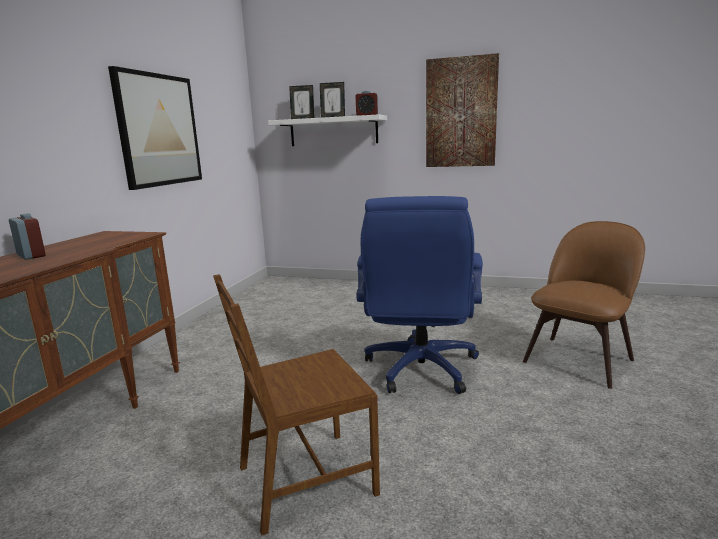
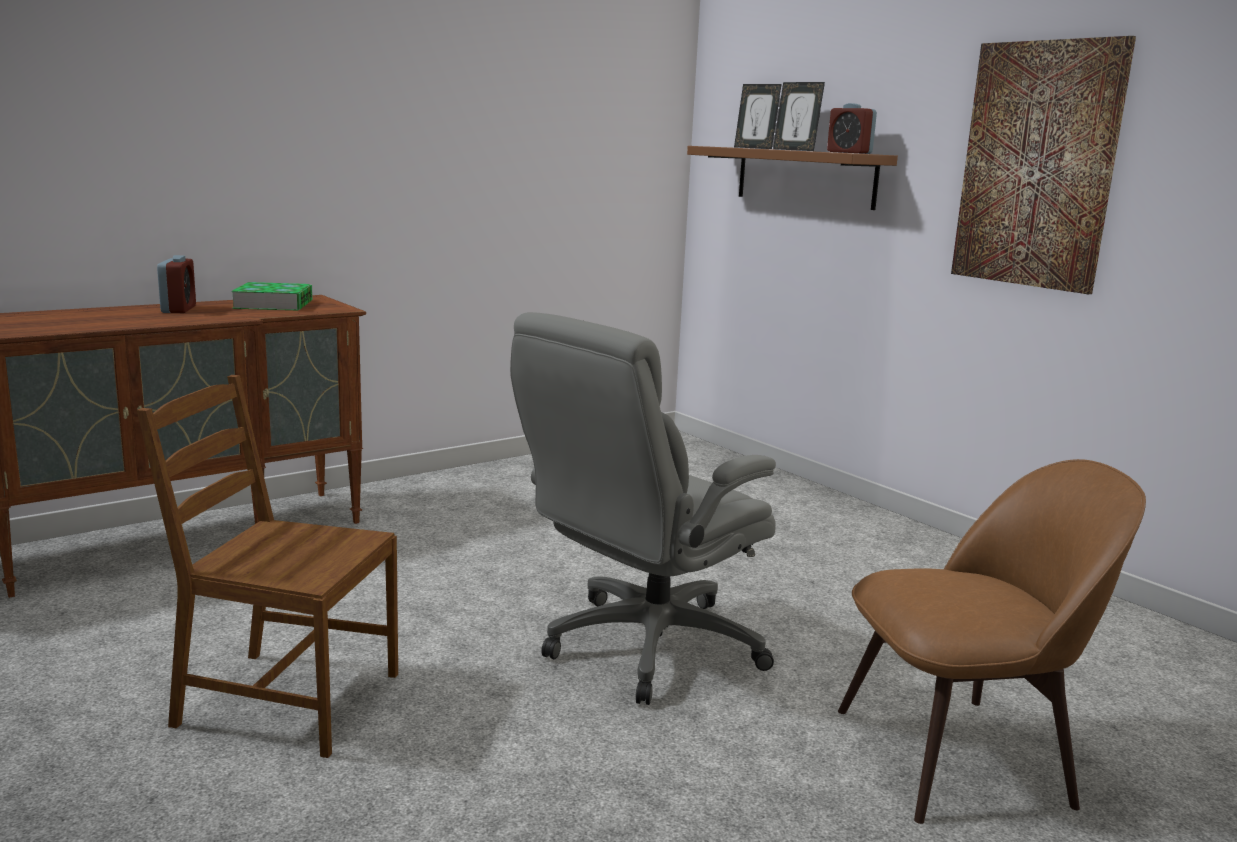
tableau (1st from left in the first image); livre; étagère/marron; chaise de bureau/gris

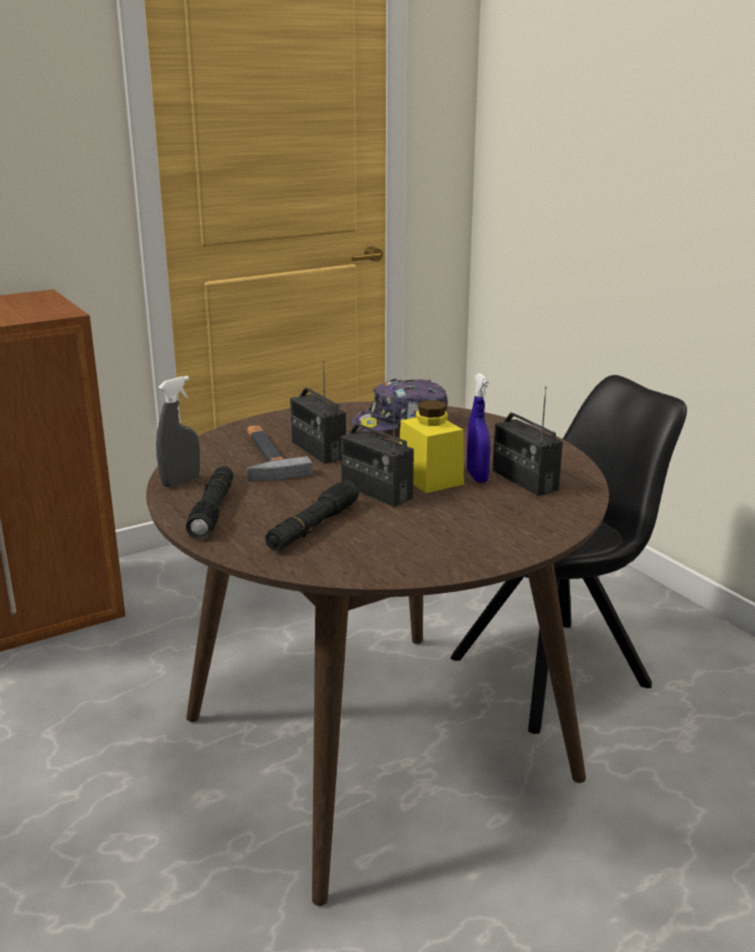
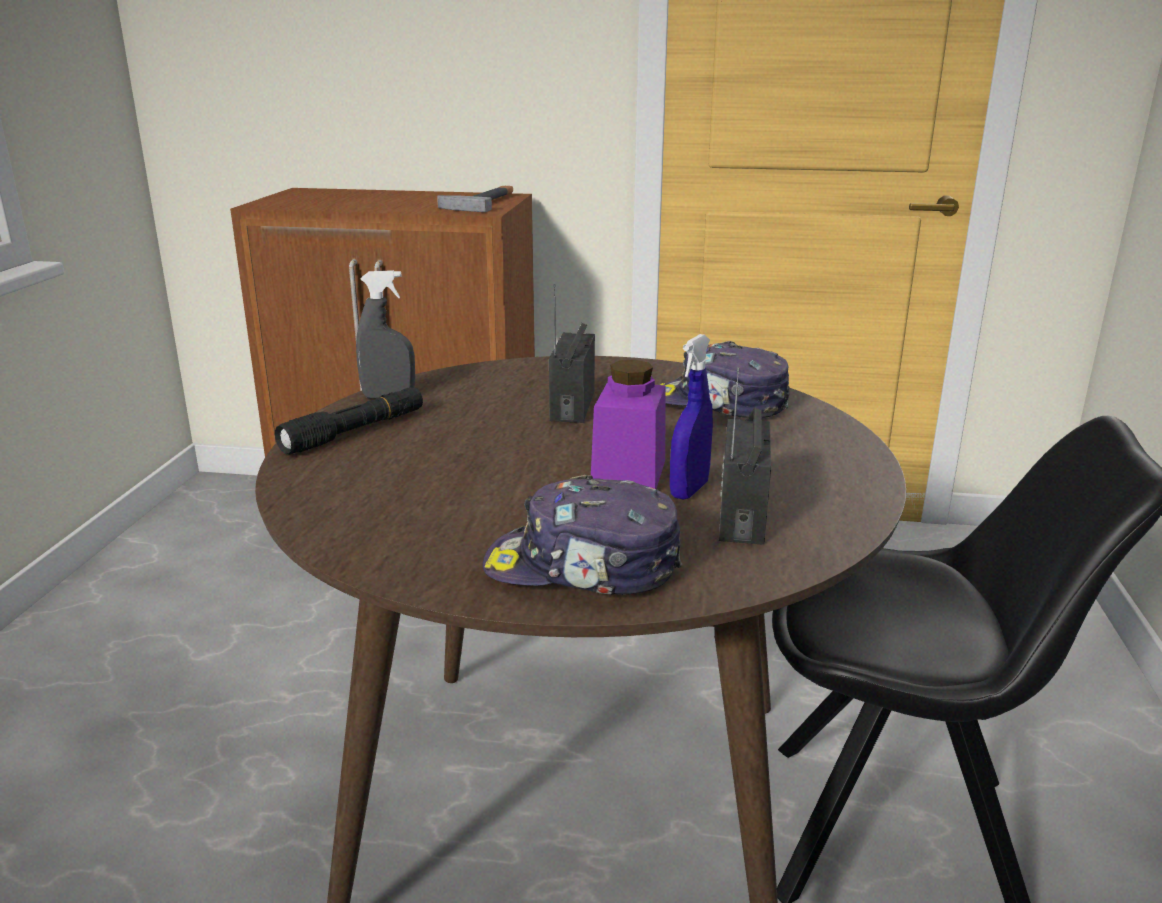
lampe de poche/noir (2nd from left in the first image); radio (2nd from left in the first image); casquette (1st from left); marteau; bocal/violet

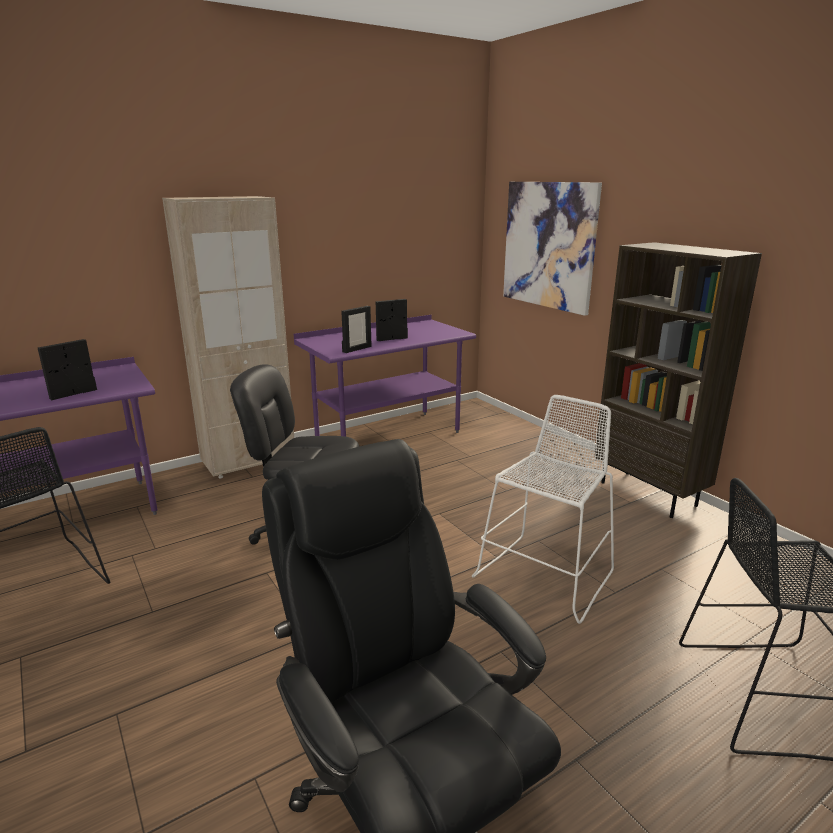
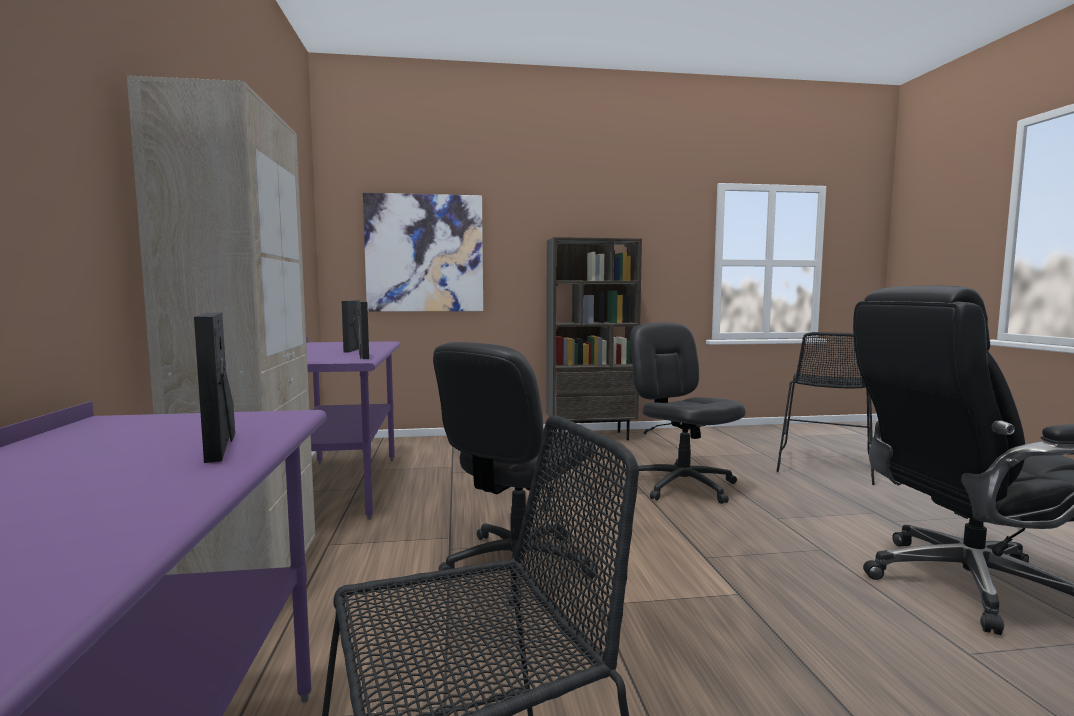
chaise de bureau/noir (2nd from left)

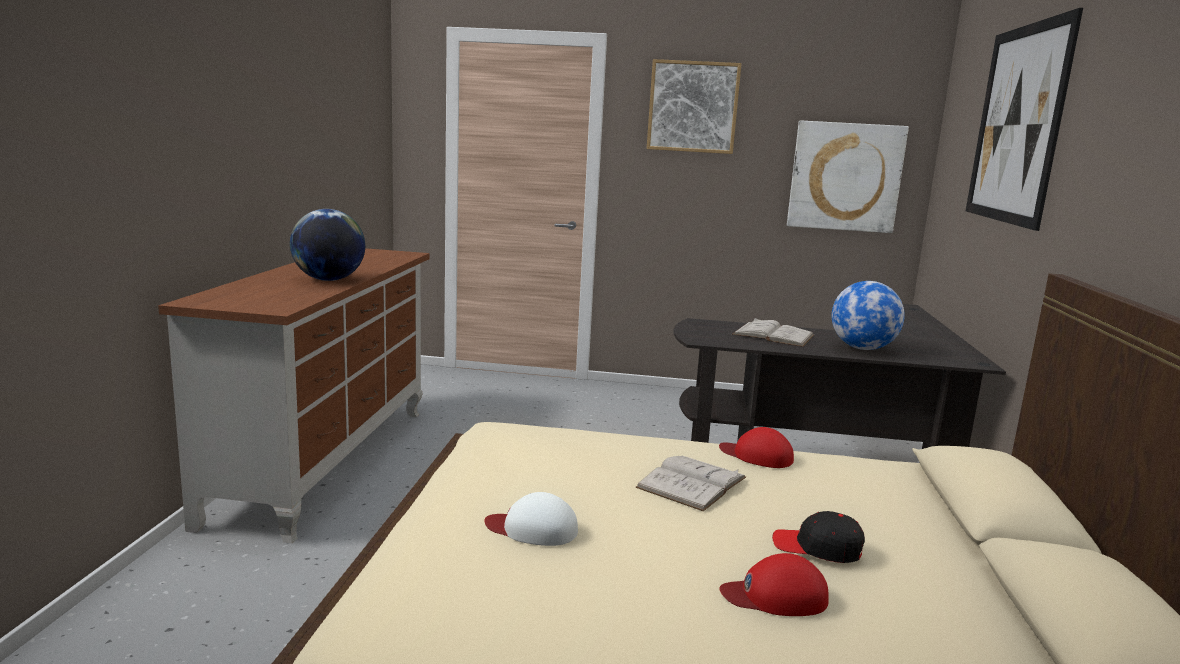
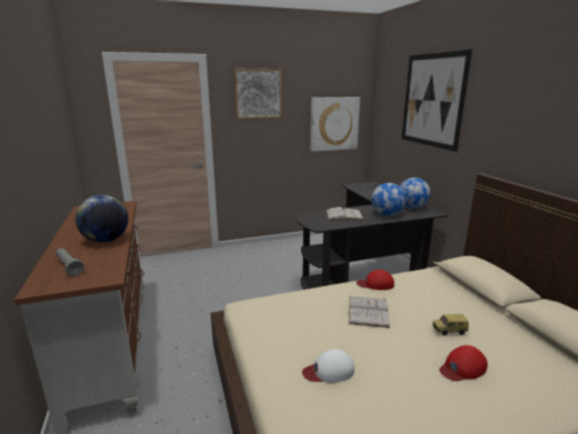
lampe de poche/gris; globe (3rd from left); petite voiture

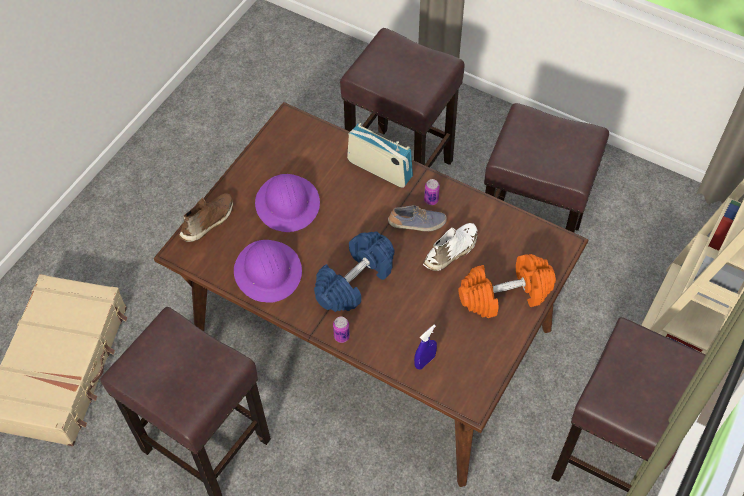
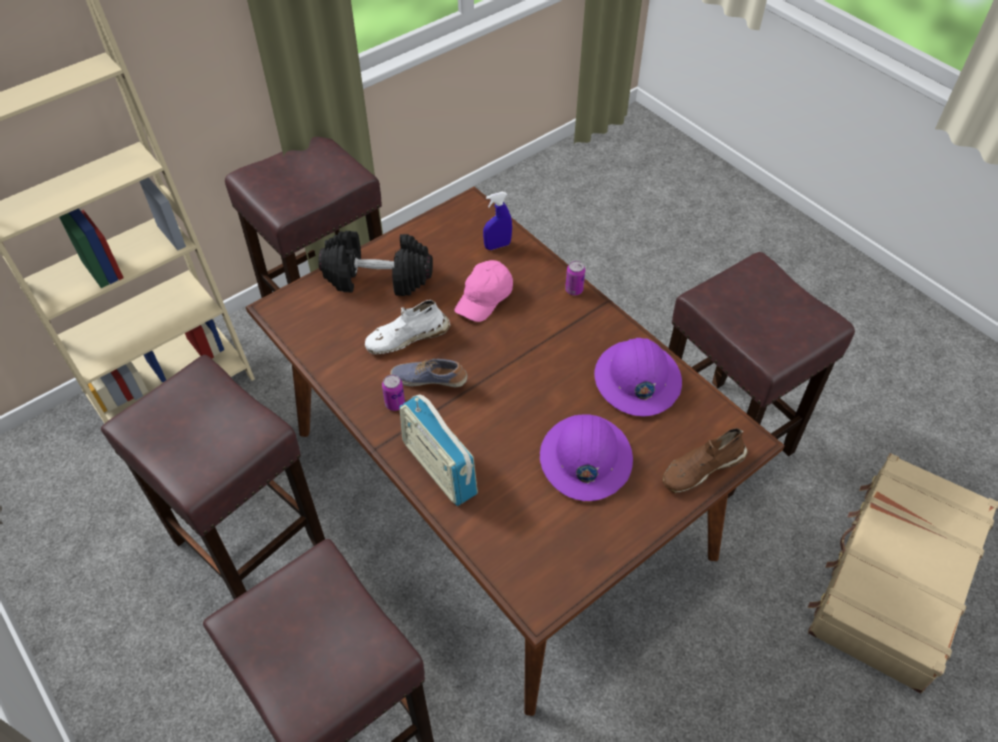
haltère/bleu; casquette/rose; haltère/noir

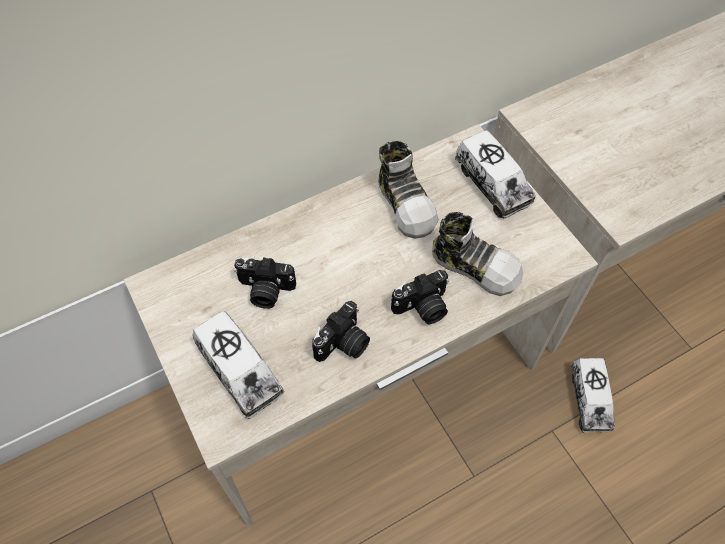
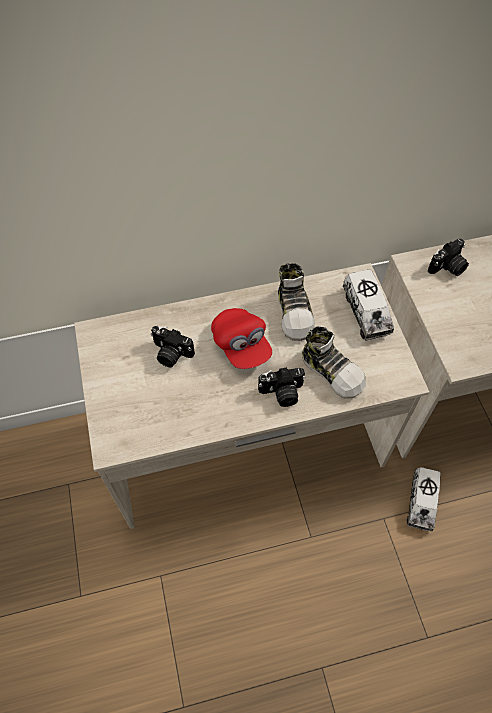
camion jouet (1st from left in the first image); casquette/rouge; appareil photo (3rd from left)

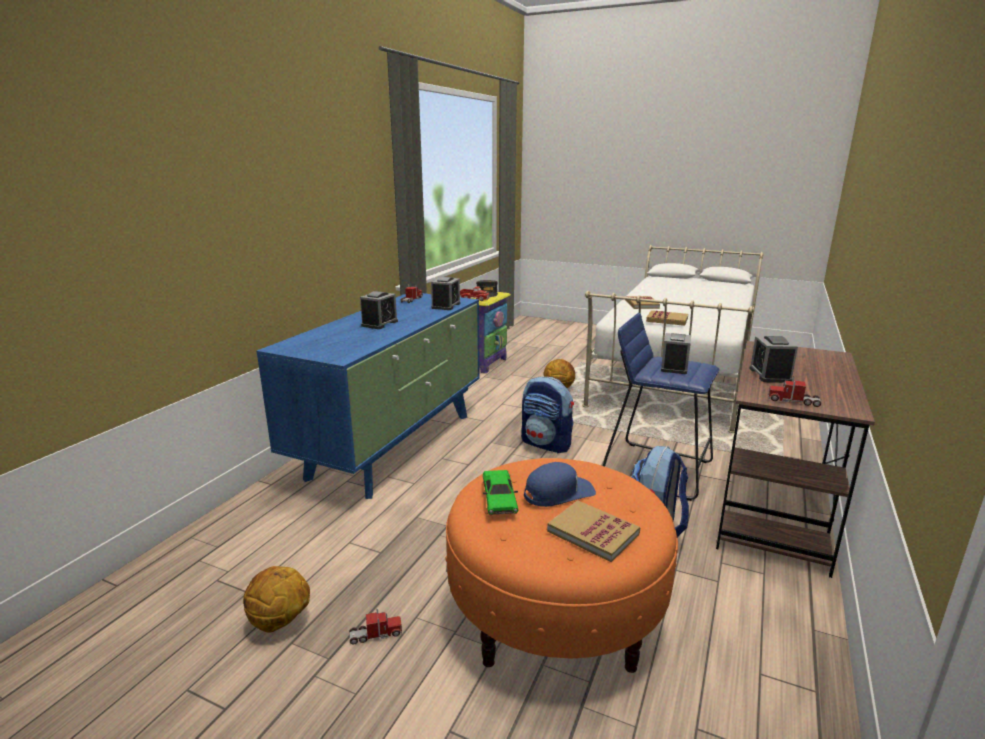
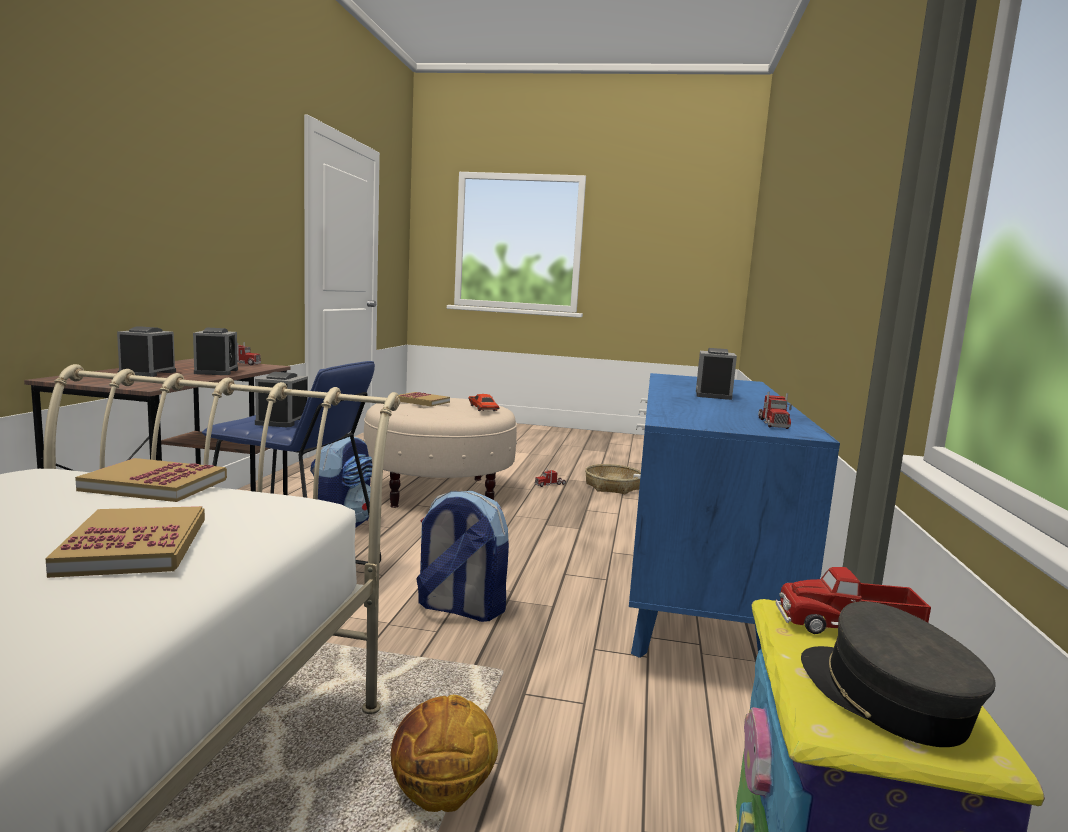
casquette/bleu; réveil (1st from left); panier; pouf/beige; petite voiture/rouge

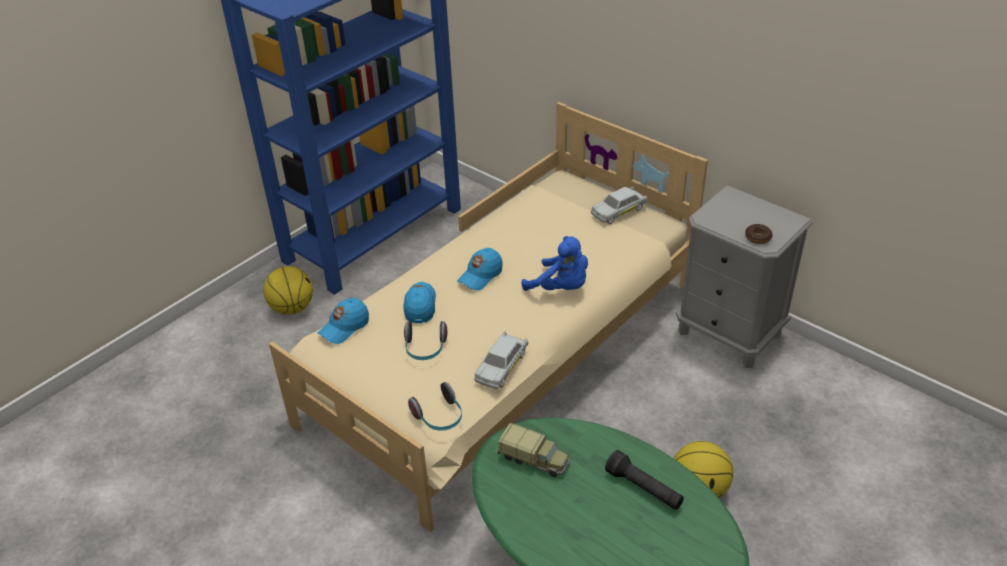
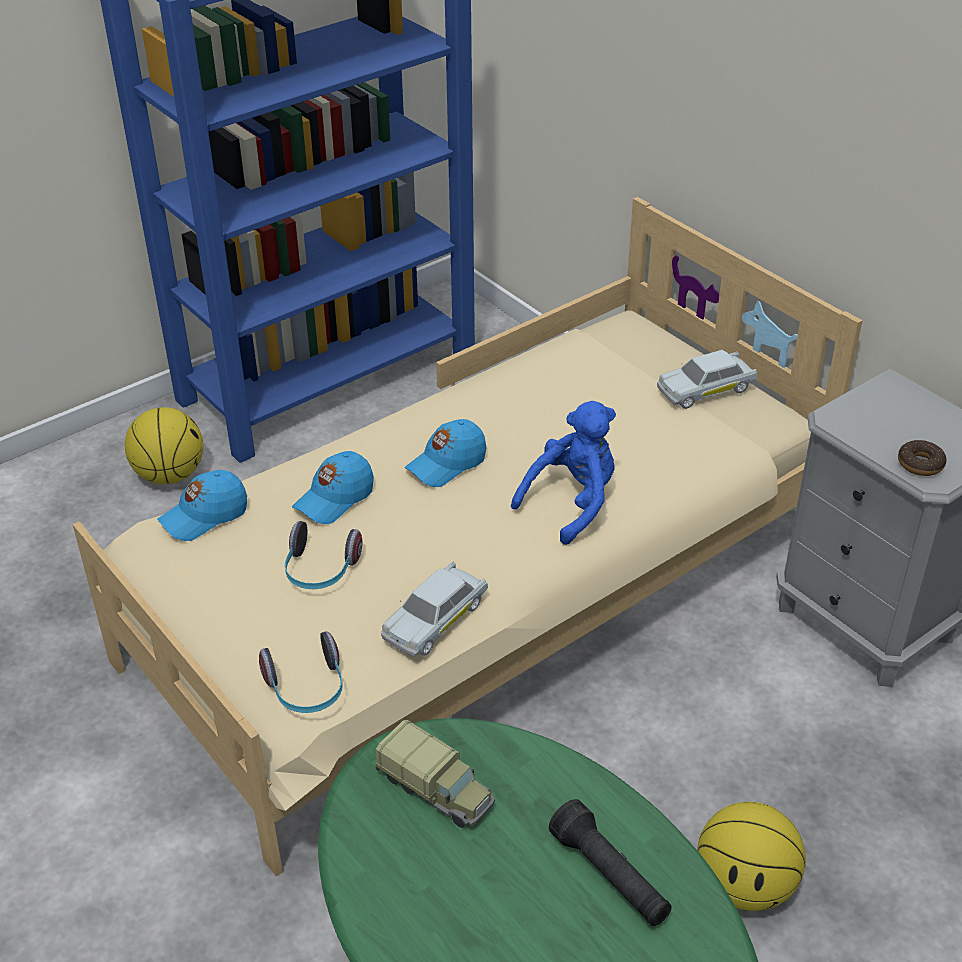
casquette/bleu (2nd from left); peluche/bleu

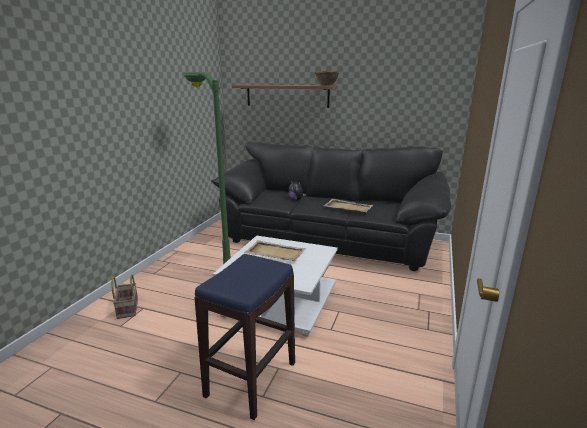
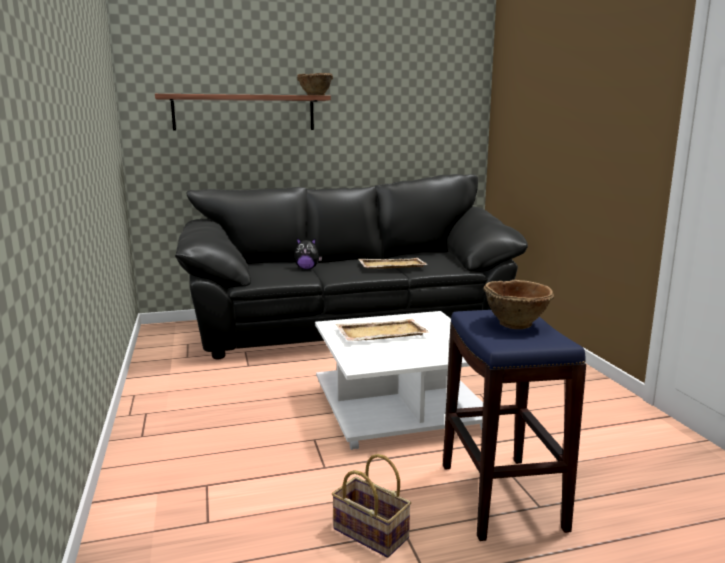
lampadaire/vert; bol/marron (2nd from left); panier

